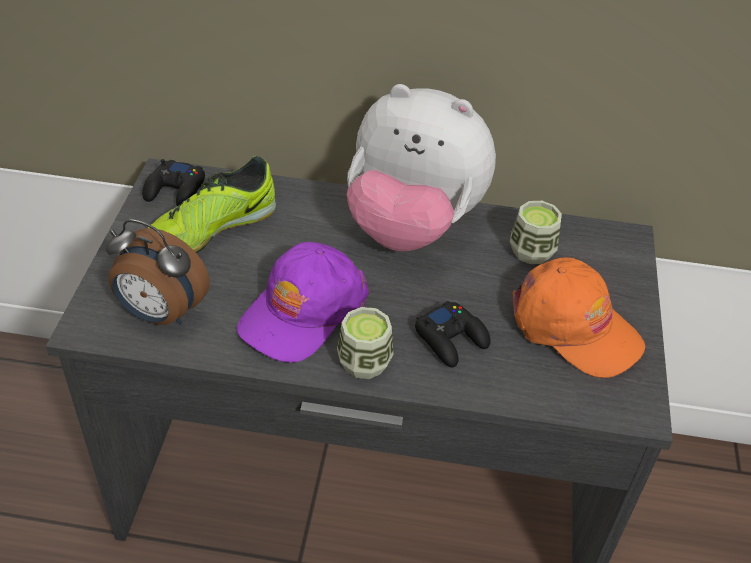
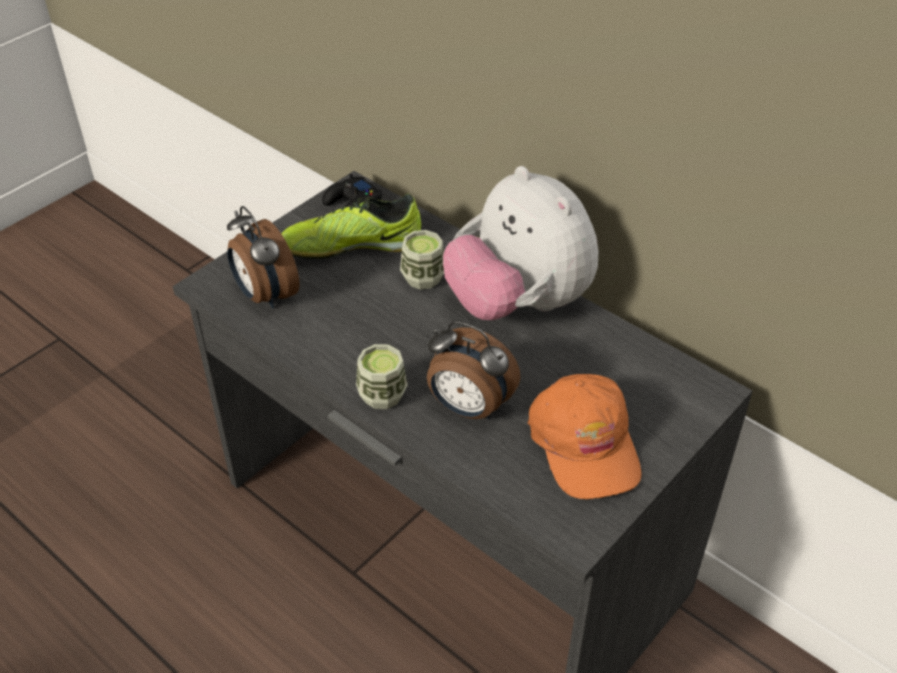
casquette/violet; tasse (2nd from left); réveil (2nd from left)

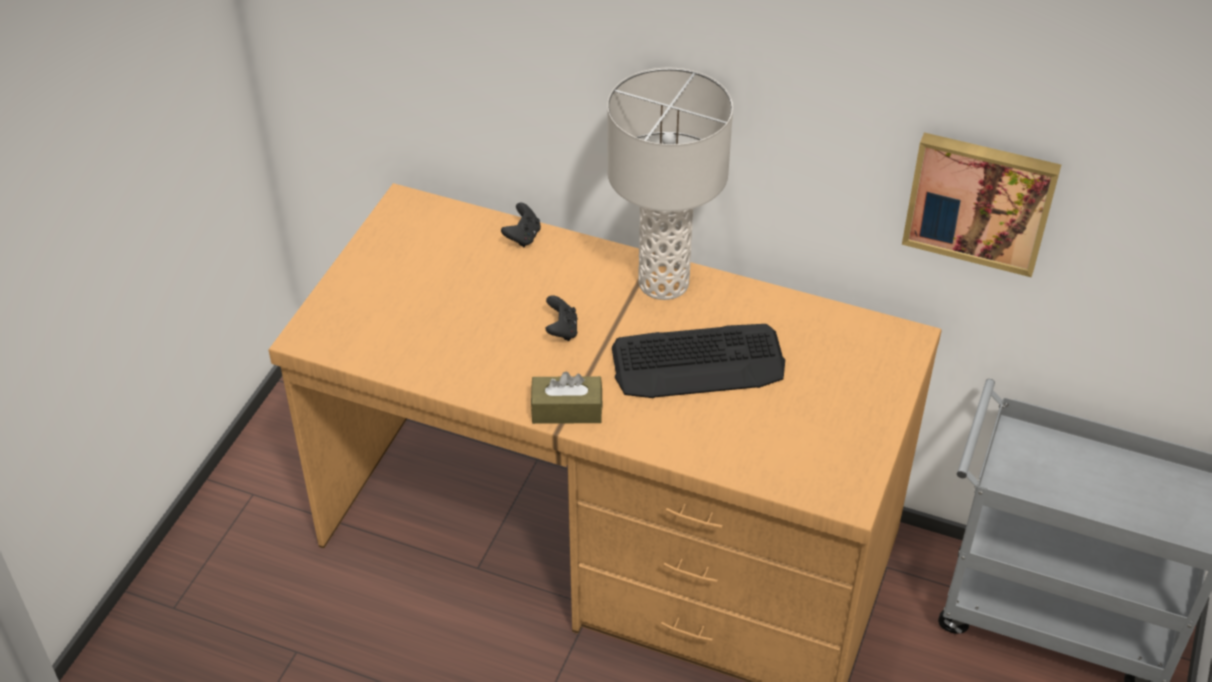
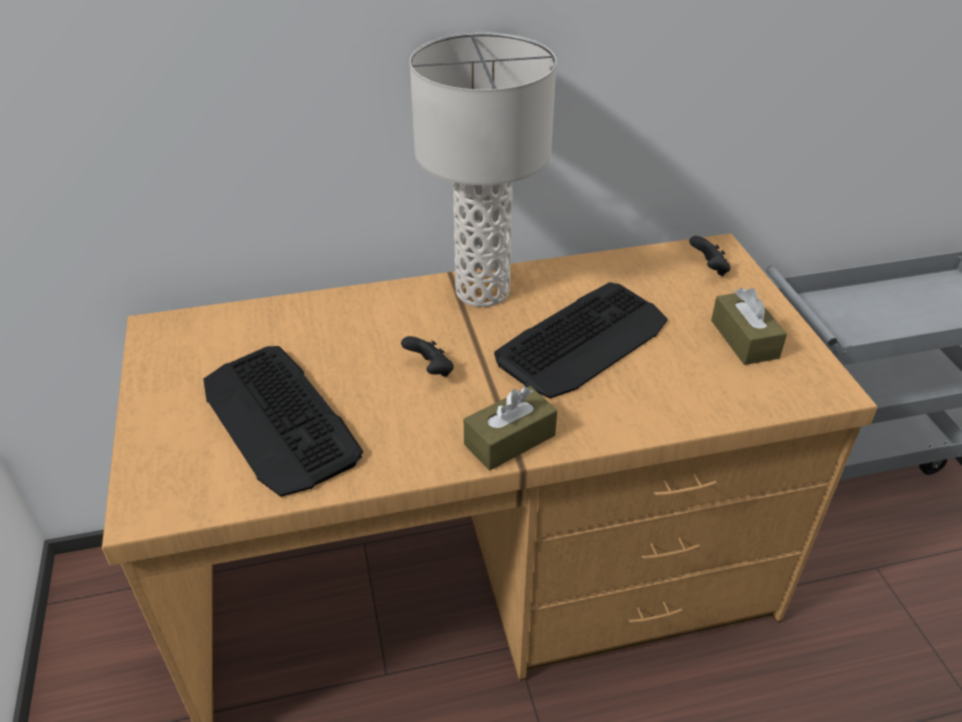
tableau; clavier (1st from left); boîte à mouchoirs/marron (2nd from left); manette/noir (2nd from left)

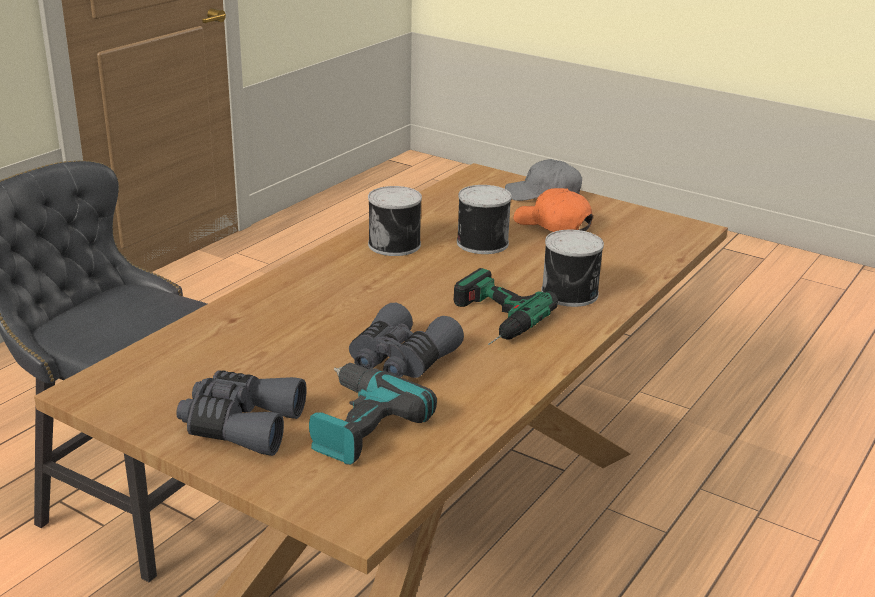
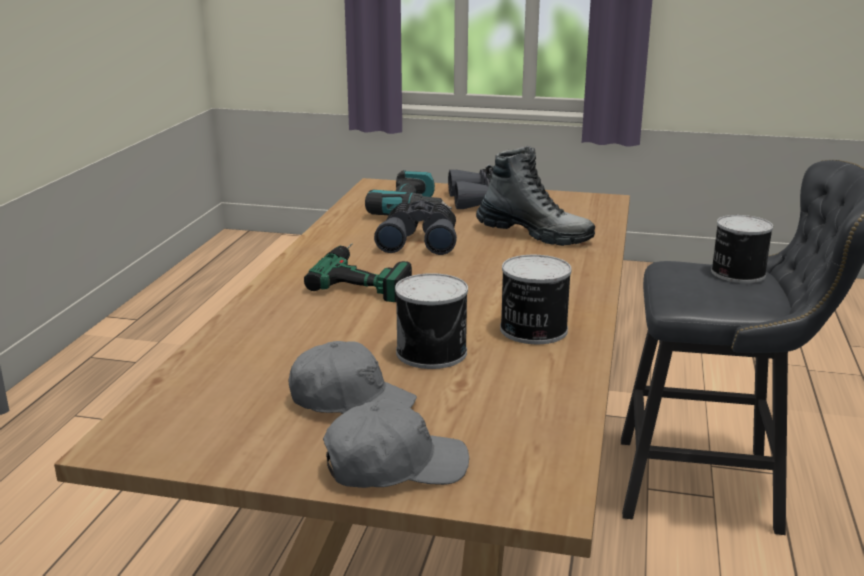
botte; boîte métallique (3rd from left); casquette/gris (1st from left)

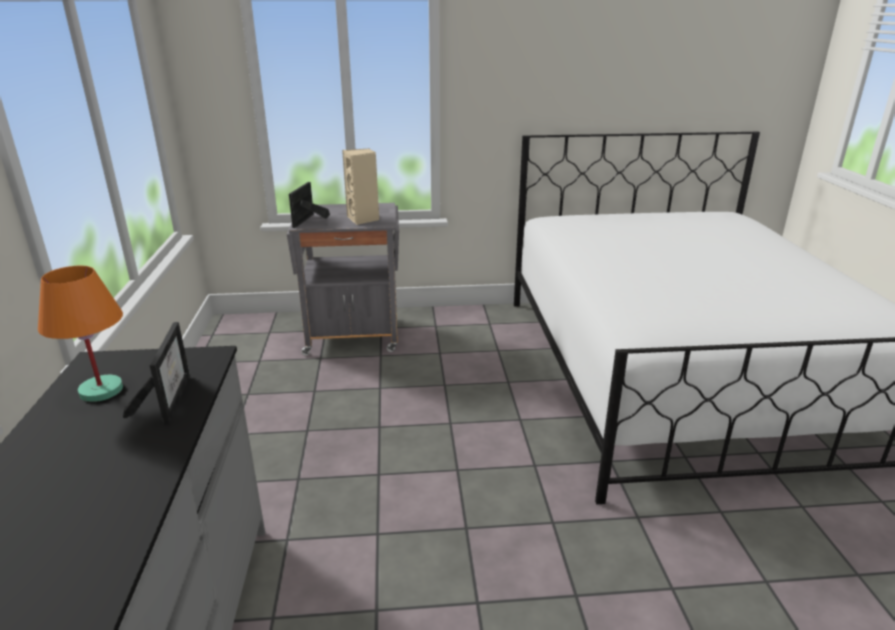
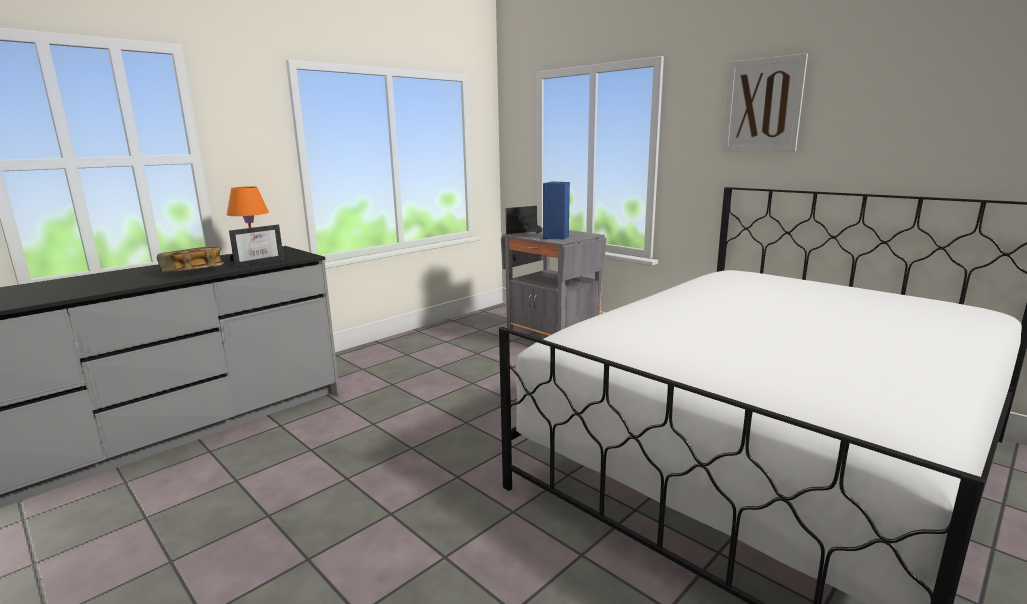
livre; tableau; enceinte/bleu

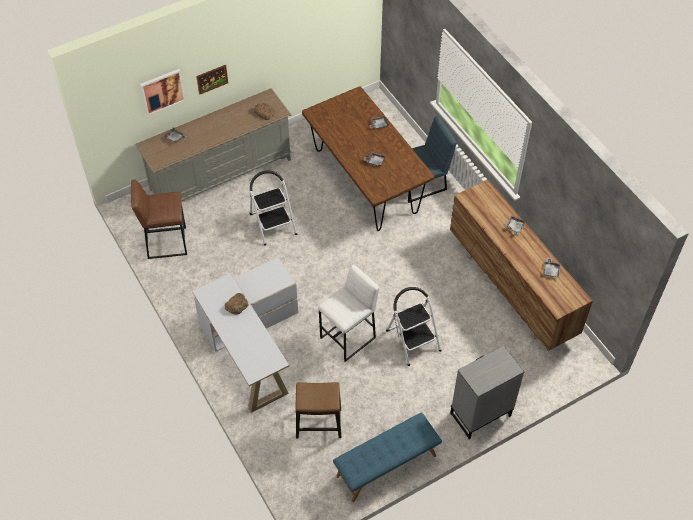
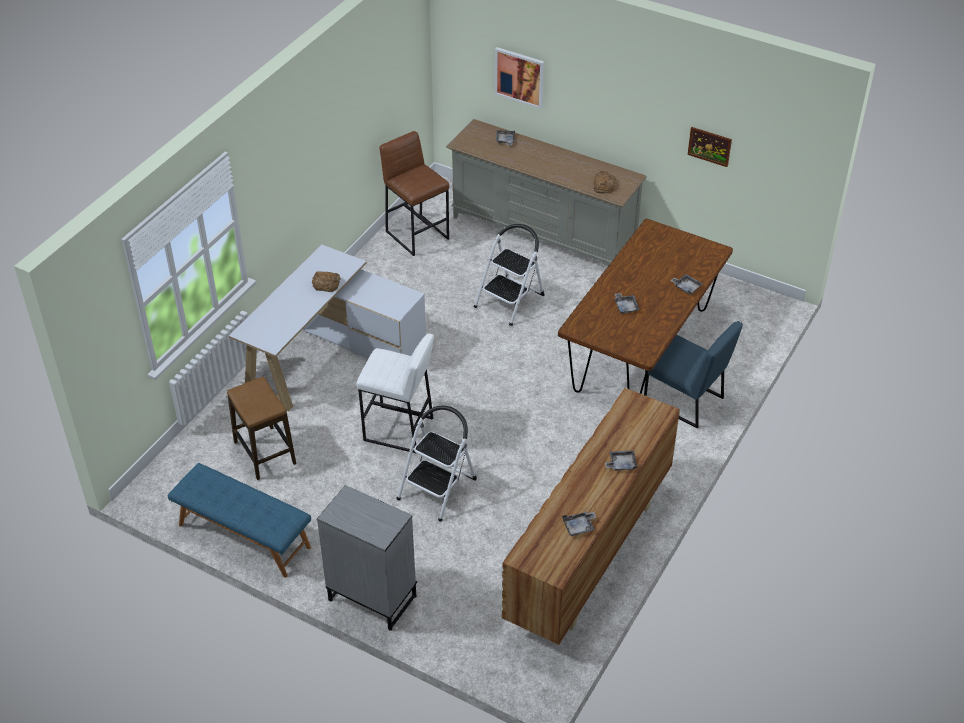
tableau (2nd from left)

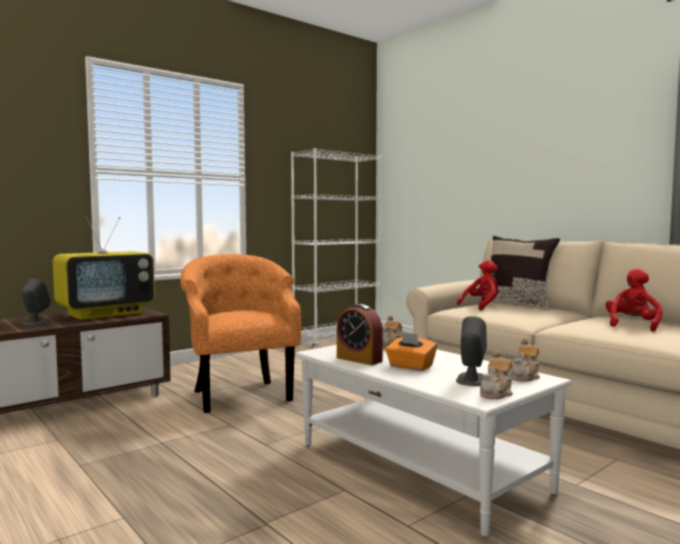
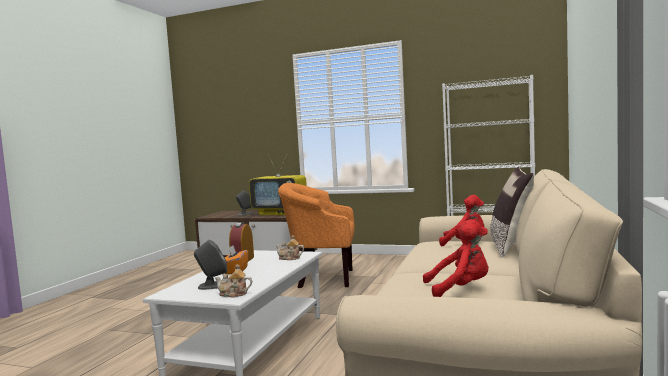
théière (2nd from left in the first image); fauteuil/orange

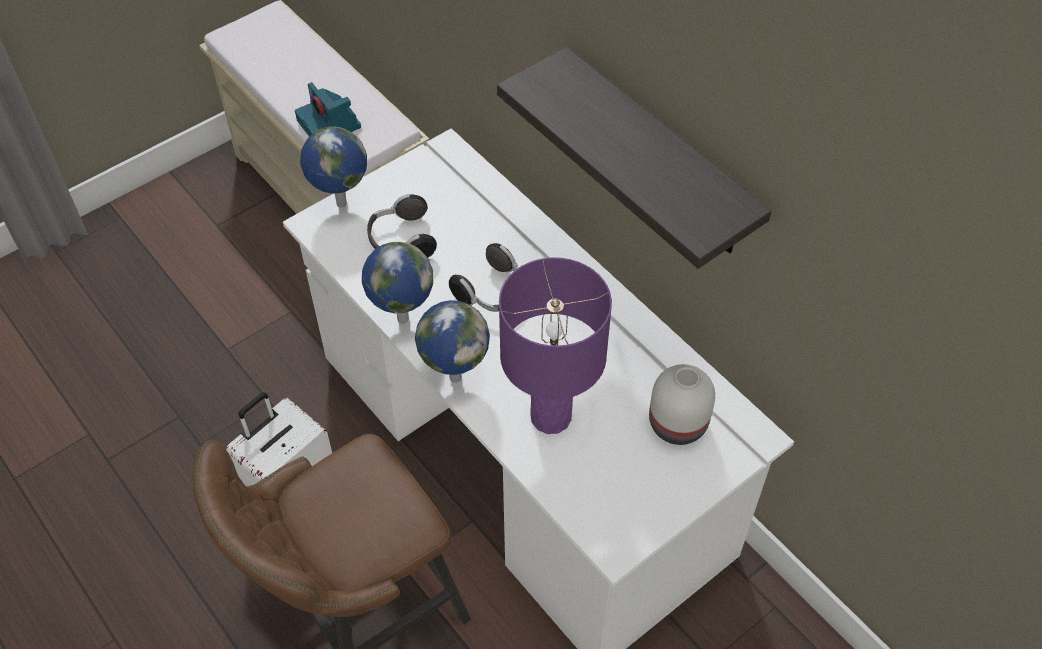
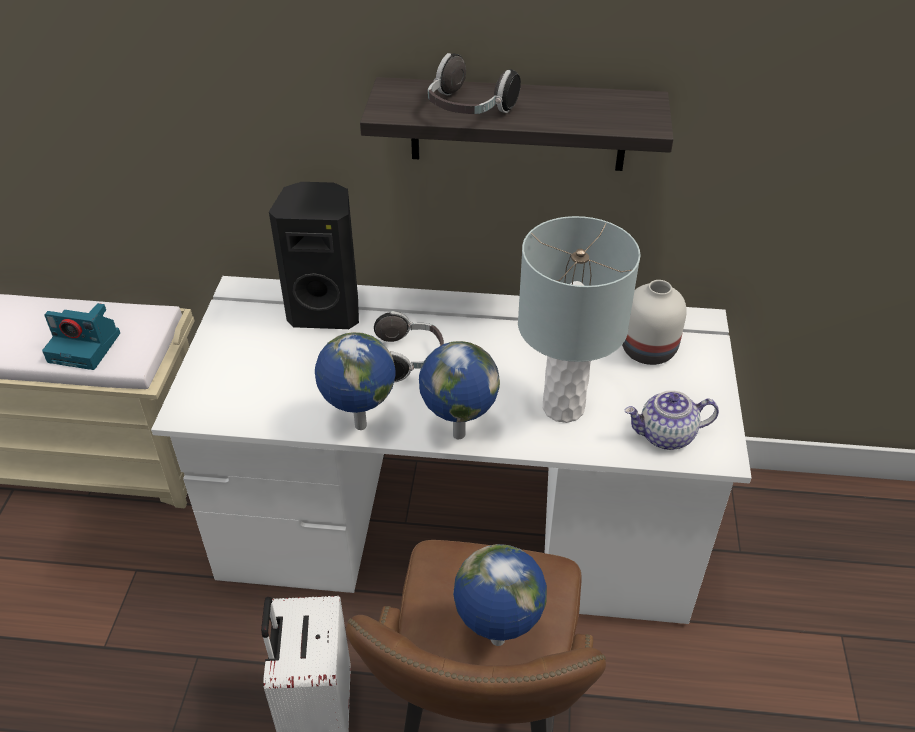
enceinte/noir; théière; globe (3rd from left); casque audio (2nd from left); lampe de table/gris

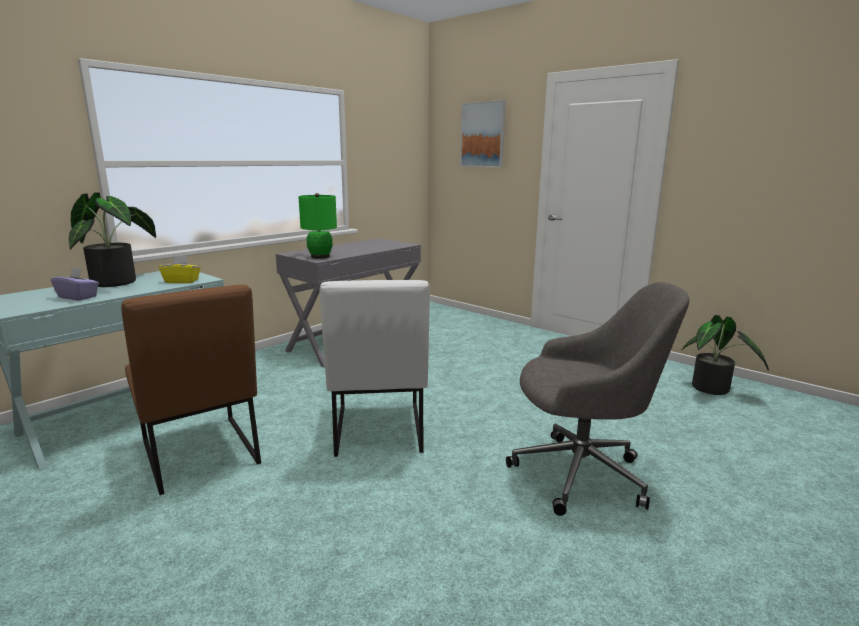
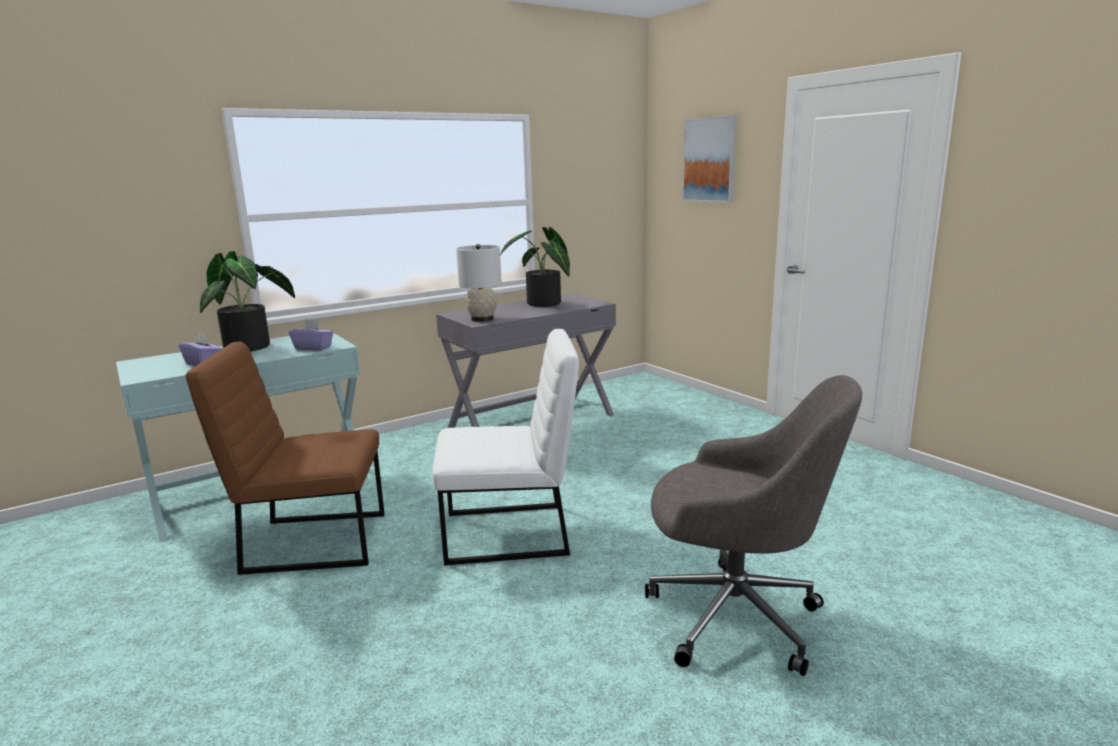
plante en pot (2nd from left); boîte à mouchoirs/violet (2nd from left); lampe de table/blanc; chaise/marron; chaise/blanc

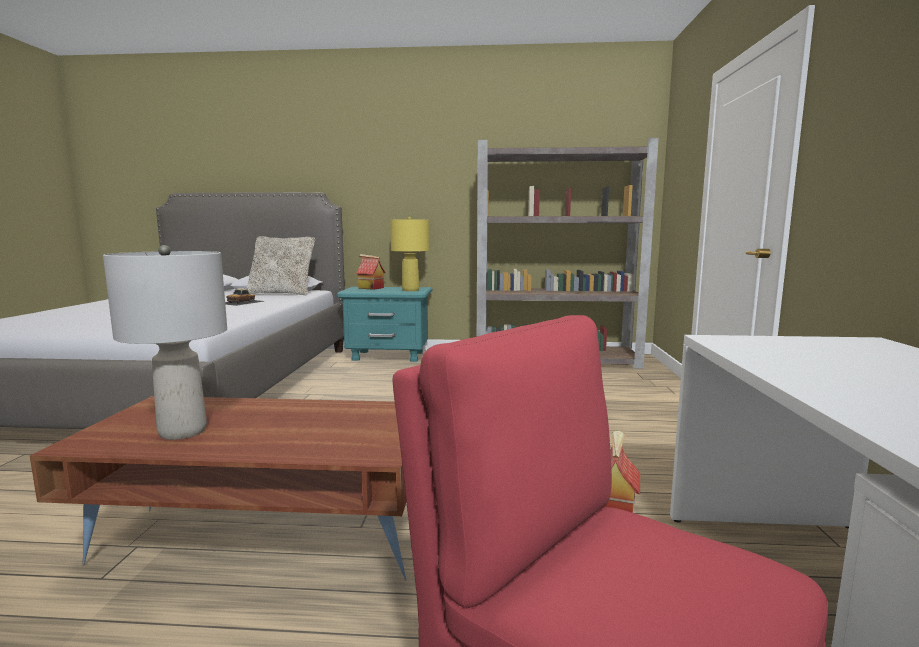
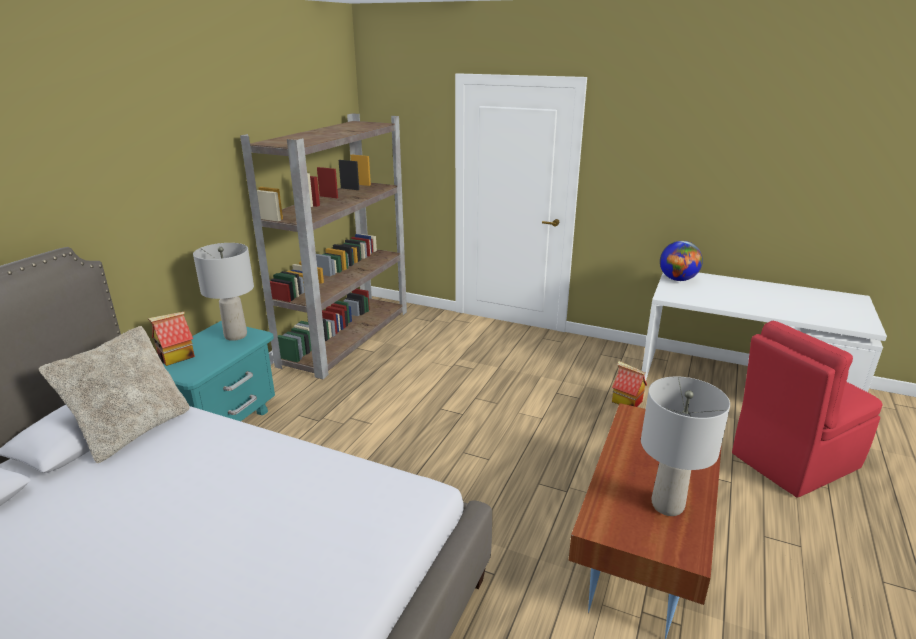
petite voiture; globe; lampe de table/gris (1st from left)

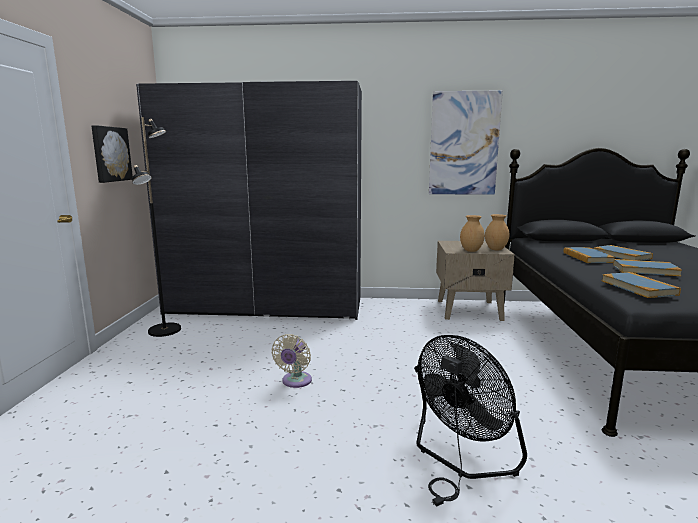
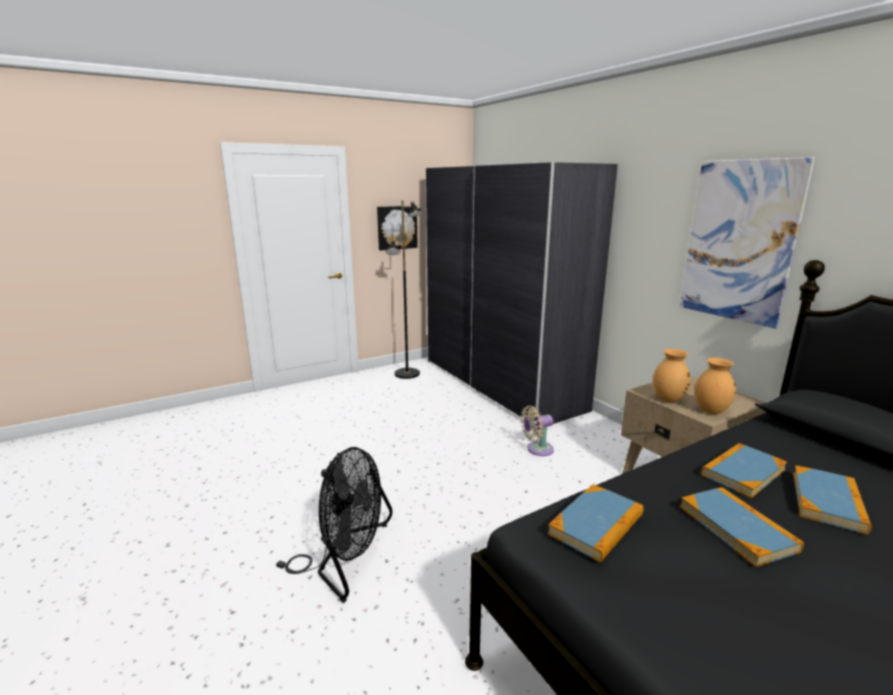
ventilateur/beige

